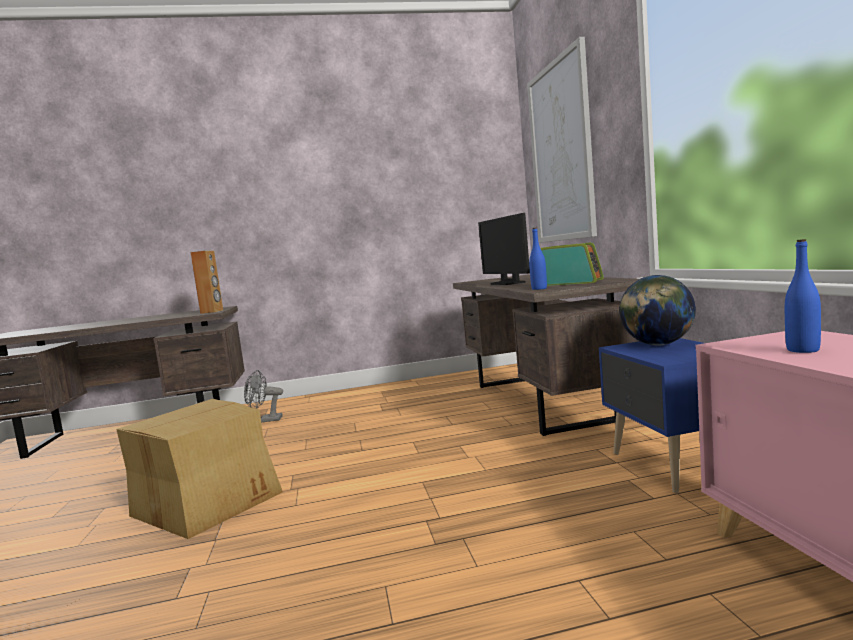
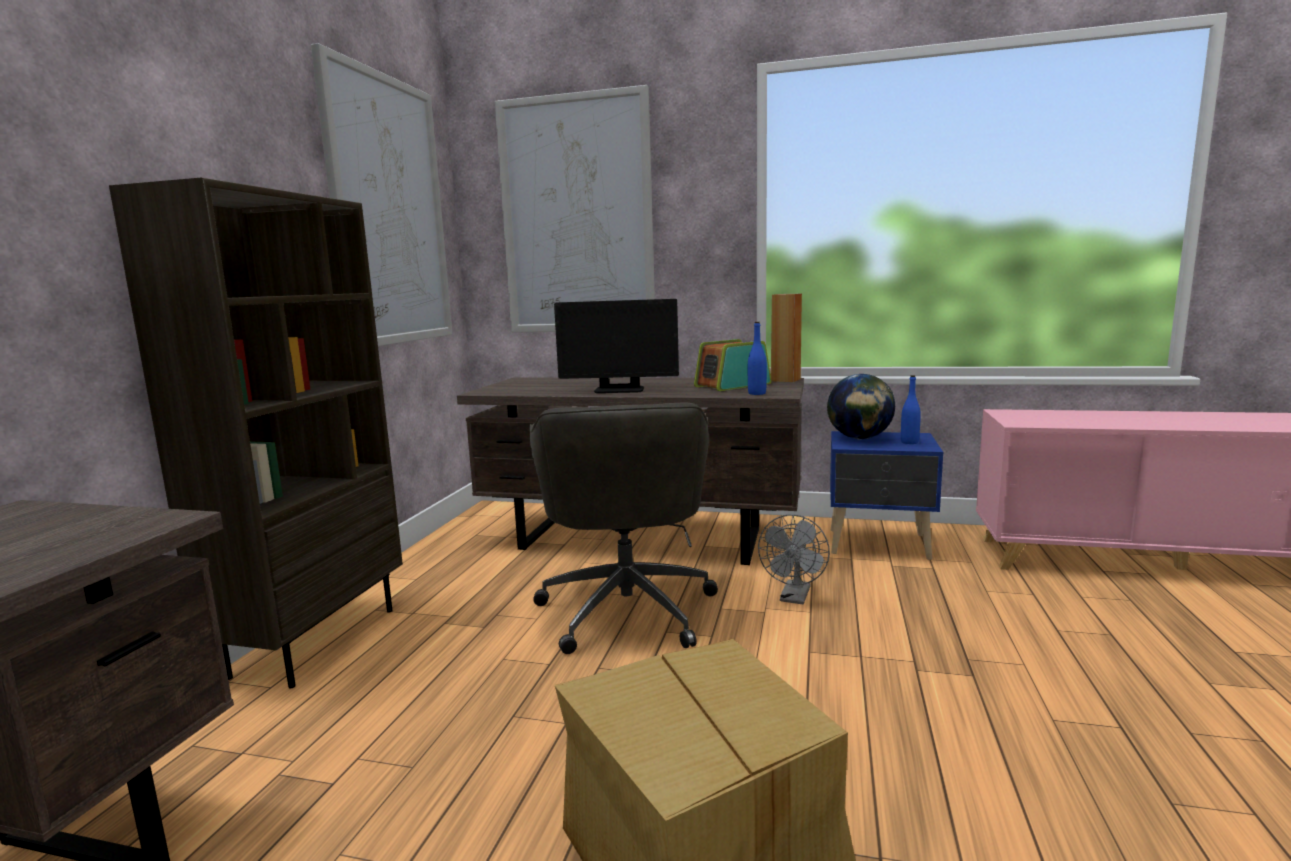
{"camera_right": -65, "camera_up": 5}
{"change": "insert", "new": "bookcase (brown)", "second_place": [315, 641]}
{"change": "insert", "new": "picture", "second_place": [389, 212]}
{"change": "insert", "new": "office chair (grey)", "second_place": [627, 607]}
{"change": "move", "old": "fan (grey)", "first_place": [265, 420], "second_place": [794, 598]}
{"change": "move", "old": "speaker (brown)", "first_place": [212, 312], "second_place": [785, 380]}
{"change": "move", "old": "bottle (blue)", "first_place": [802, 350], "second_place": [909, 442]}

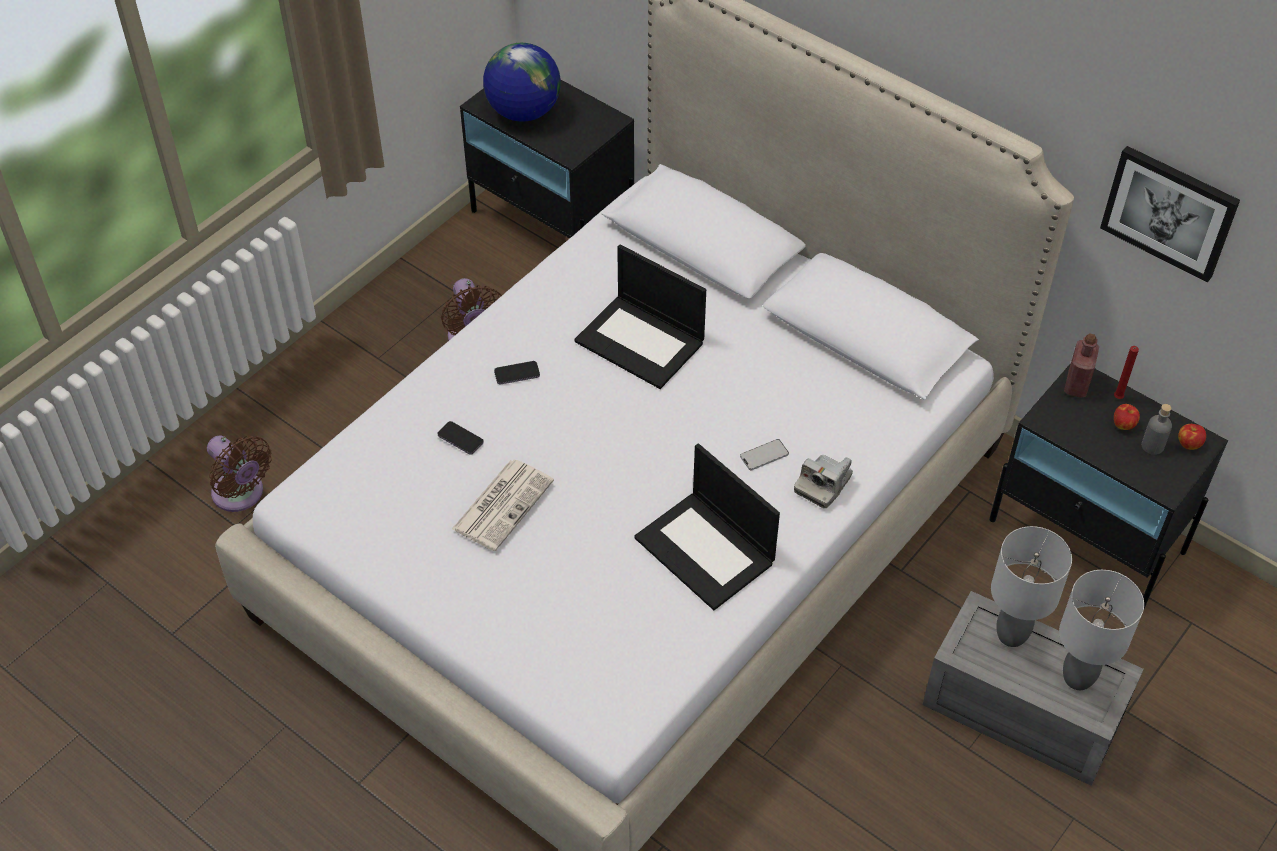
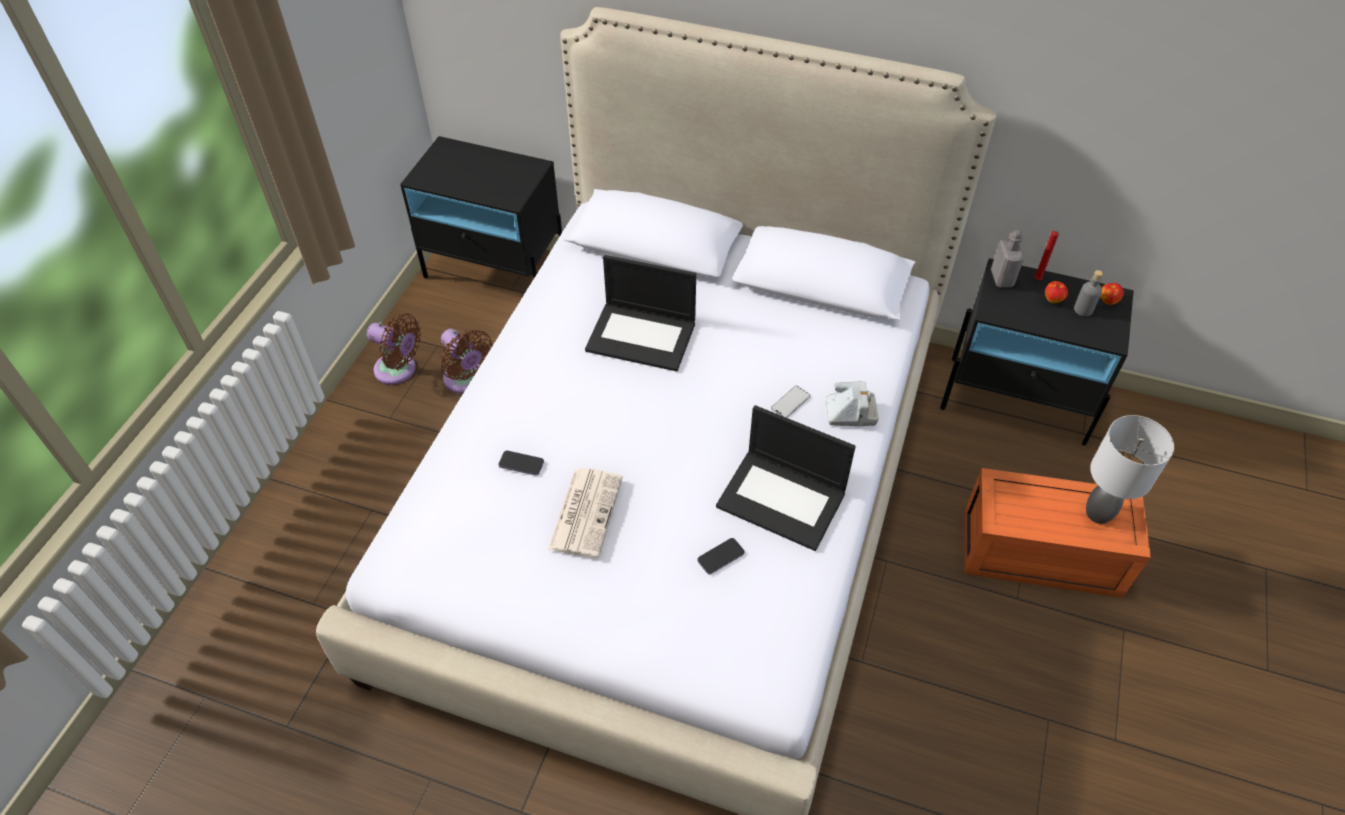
{"camera_right": -20, "camera_up": 0}
{"change": "move", "old": "fan (brown)", "first_place": [241, 495], "second_place": [399, 370]}
{"change": "move", "old": "phone", "first_place": [517, 374], "second_place": [720, 557]}
{"change": "rotate", "old": "photo camera", "first_place": [823, 484], "second_place": [850, 413], "degrees": -105}
{"change": "recolor", "old": "storage box (grey)", "new": "storage box (orange)", "first_place": [1019, 711], "second_place": [1039, 554]}
{"change": "recolor", "old": "bottle (red)", "new": "bottle (grey)", "first_place": [1076, 385], "second_place": [1002, 278]}
{"change": "delete", "old": "globe", "first_place": [523, 112]}
{"change": "delete", "old": "table lamp (grey)", "first_place": [1012, 636]}
{"change": "delete", "old": "picture", "first_place": [1169, 211]}

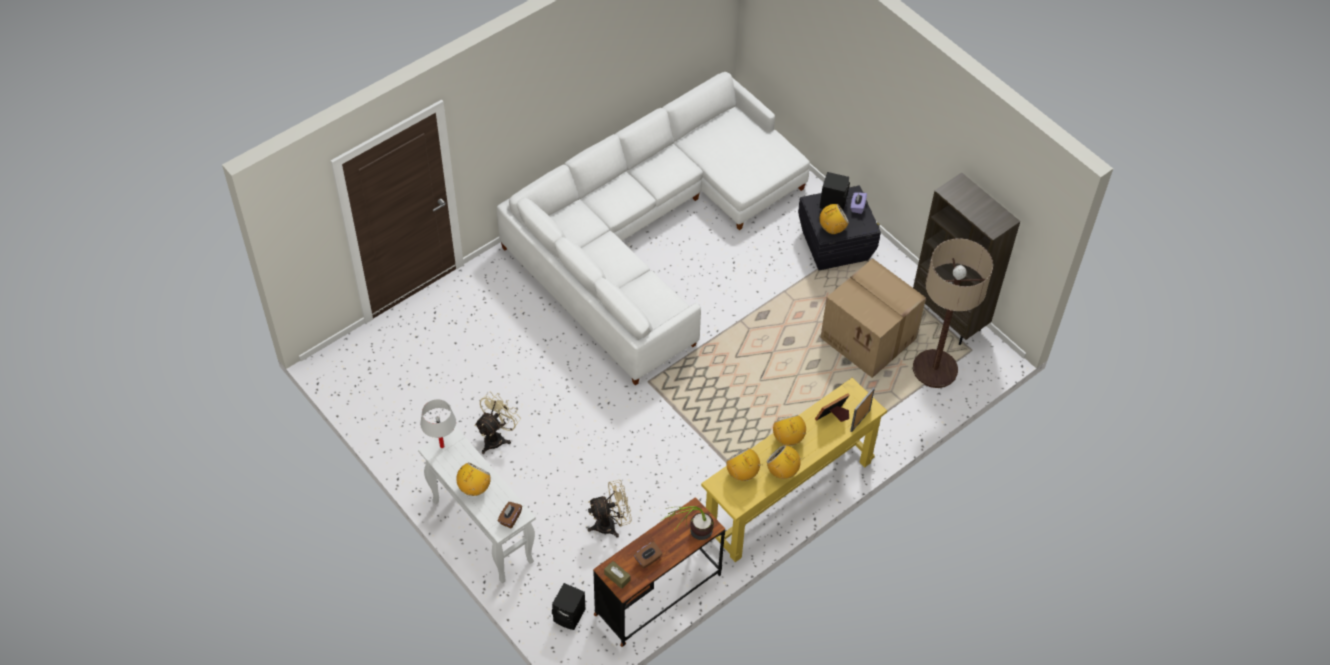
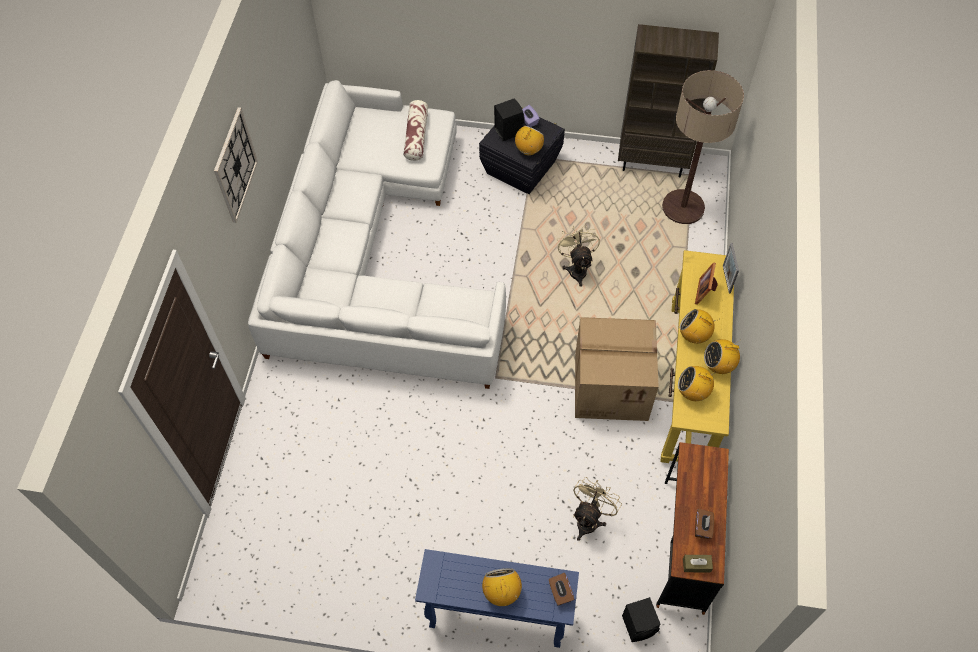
{"camera_right": -40, "camera_up": 5}
{"change": "insert", "new": "wall clock", "second_place": [235, 165]}
{"change": "insert", "new": "pillow", "second_place": [416, 136]}
{"change": "recolor", "old": "console table (white)", "new": "console table (blue)", "first_place": [481, 531], "second_place": [496, 616]}
{"change": "move", "old": "fan (beige)", "first_place": [497, 437], "second_place": [577, 268]}
{"change": "move", "old": "cardboard box", "first_place": [870, 338], "second_place": [612, 385]}
{"change": "delete", "old": "table lamp (white)", "first_place": [442, 446]}
{"change": "delete", "old": "potted plant", "first_place": [689, 537]}

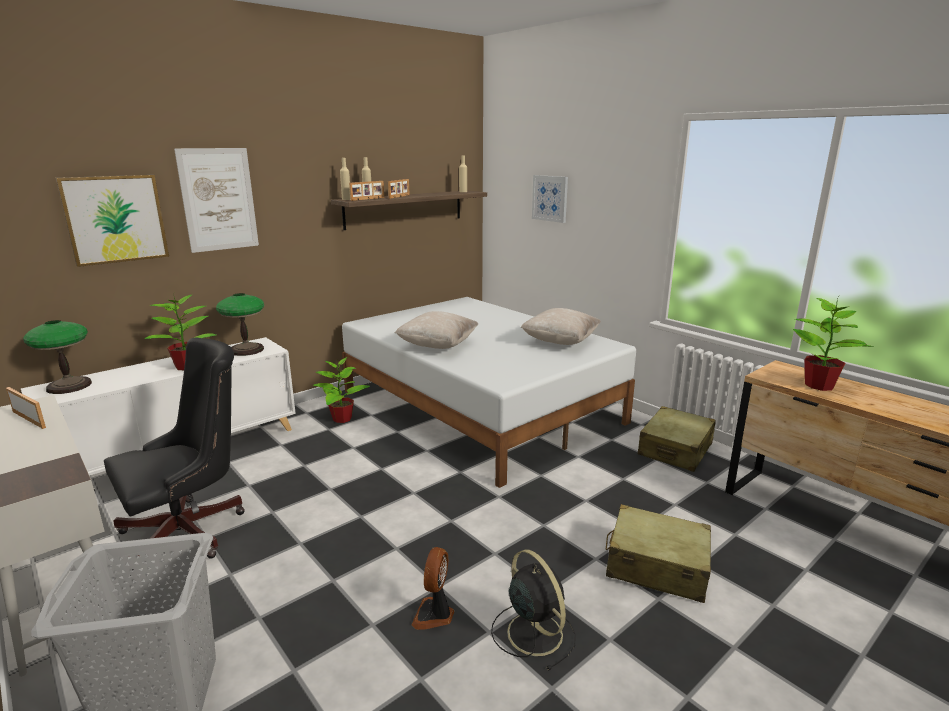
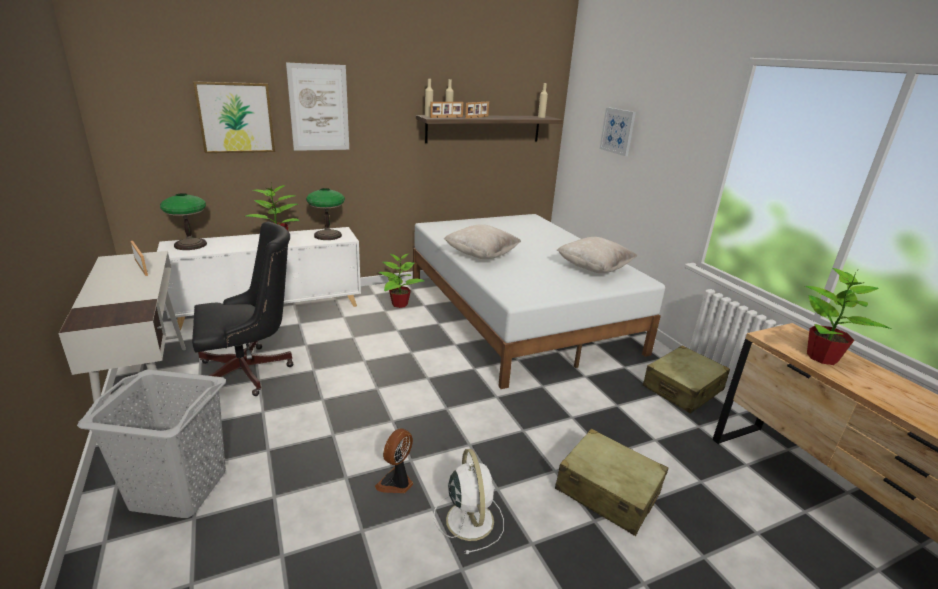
{"camera_right": 15, "camera_up": 5}
{"change": "recolor", "old": "fan (black)", "new": "fan (white)", "first_place": [533, 631], "second_place": [469, 518]}

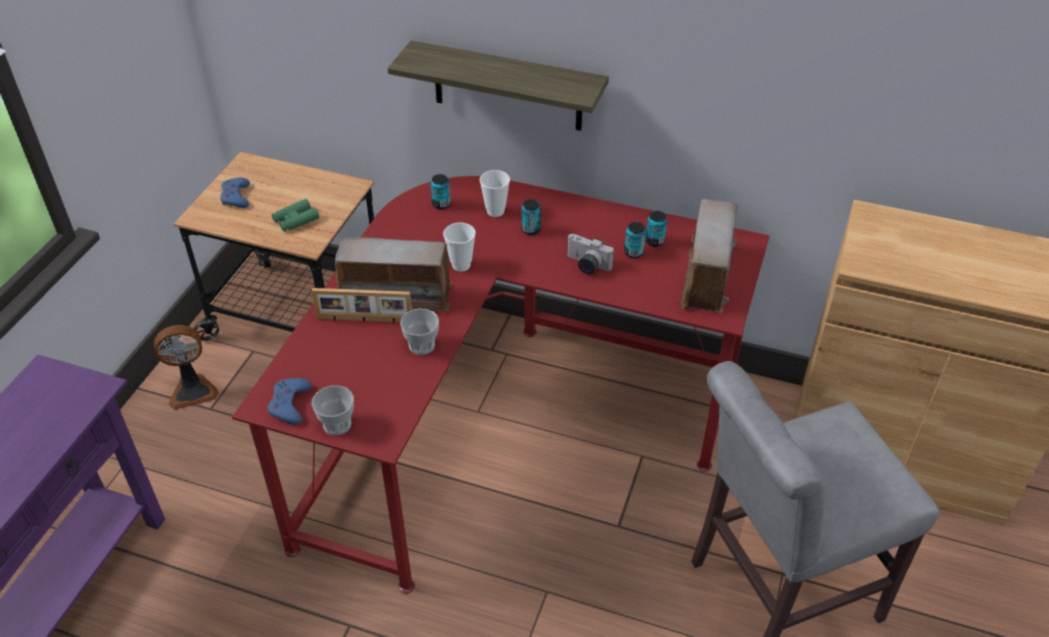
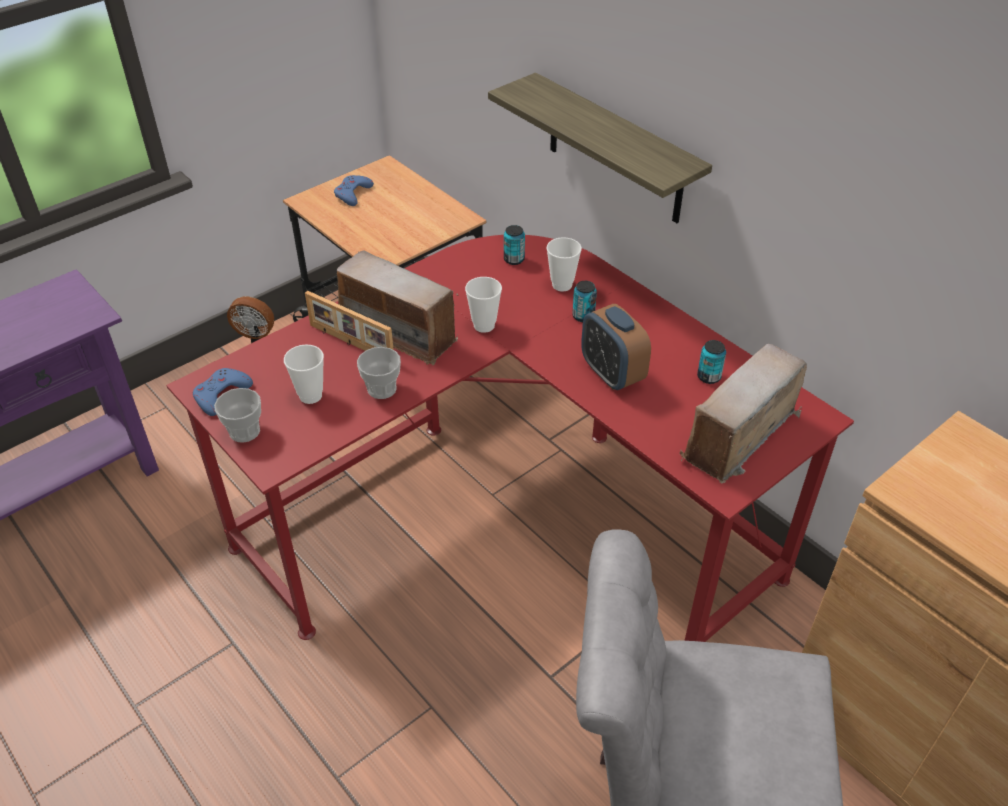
{"camera_right": 30, "camera_up": 0}
{"change": "insert", "new": "cup", "second_place": [310, 396]}
{"change": "replace", "old": "photo camera", "new": "alarm clock", "first_place": [586, 265], "second_place": [612, 374]}
{"change": "delete", "old": "binoculars (green)", "first_place": [295, 220]}
{"change": "delete", "old": "can", "first_place": [633, 253]}

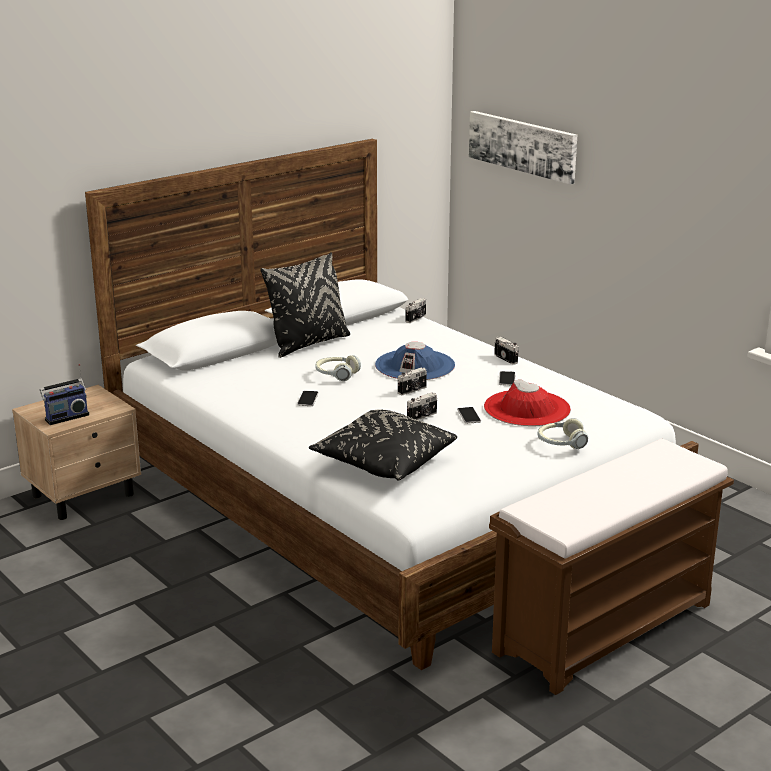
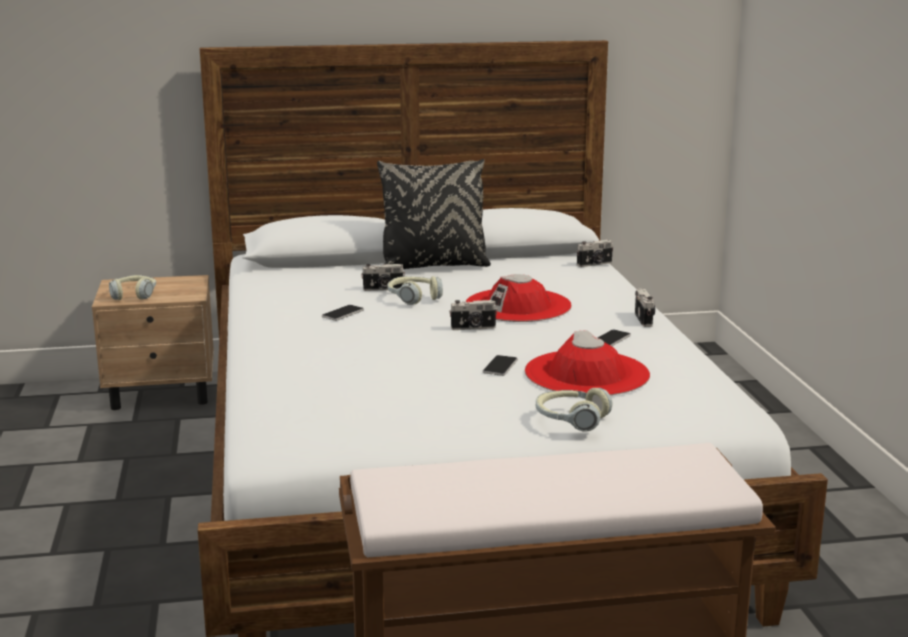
{"camera_right": 30, "camera_up": -5}
{"change": "replace", "old": "radio", "new": "headphones", "first_place": [66, 417], "second_place": [133, 295]}
{"change": "move", "old": "photo camera", "first_place": [422, 416], "second_place": [383, 289]}
{"change": "recolor", "old": "hat (blue)", "new": "hat (red)", "first_place": [415, 365], "second_place": [518, 306]}
{"change": "delete", "old": "pillow (black)", "first_place": [383, 462]}
{"change": "delete", "old": "picture", "first_place": [523, 146]}

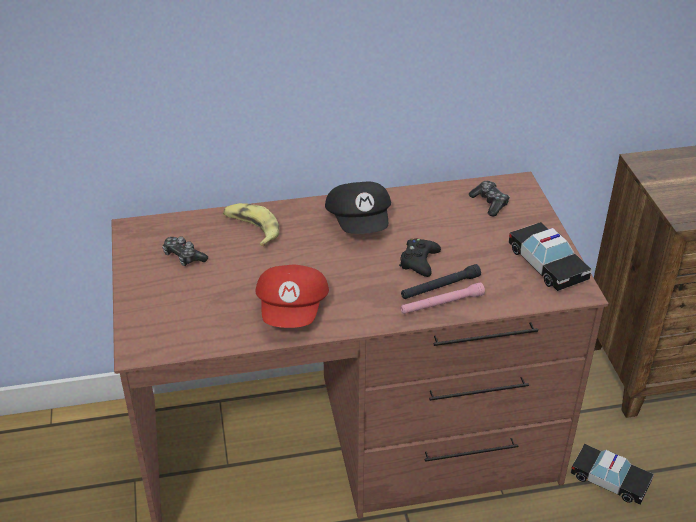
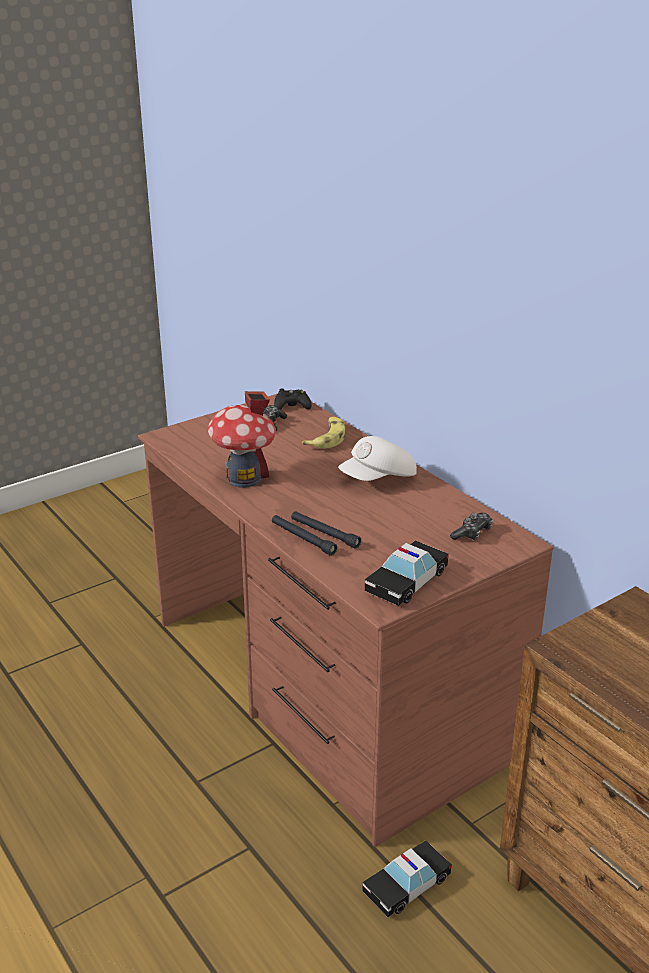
{"camera_right": 65, "camera_up": -10}
{"change": "replace", "old": "cap (red)", "new": "toy house", "first_place": [293, 310], "second_place": [244, 478]}
{"change": "recolor", "old": "flashlight (pink)", "new": "flashlight (black)", "first_place": [442, 304], "second_place": [303, 539]}
{"change": "move", "old": "game controller (black)", "first_place": [419, 262], "second_place": [292, 406]}
{"change": "recolor", "old": "cap (black)", "new": "cap (white)", "first_place": [360, 222], "second_place": [378, 479]}
{"change": "rotate", "old": "toy car", "first_place": [610, 480], "second_place": [406, 885], "degrees": 45}

